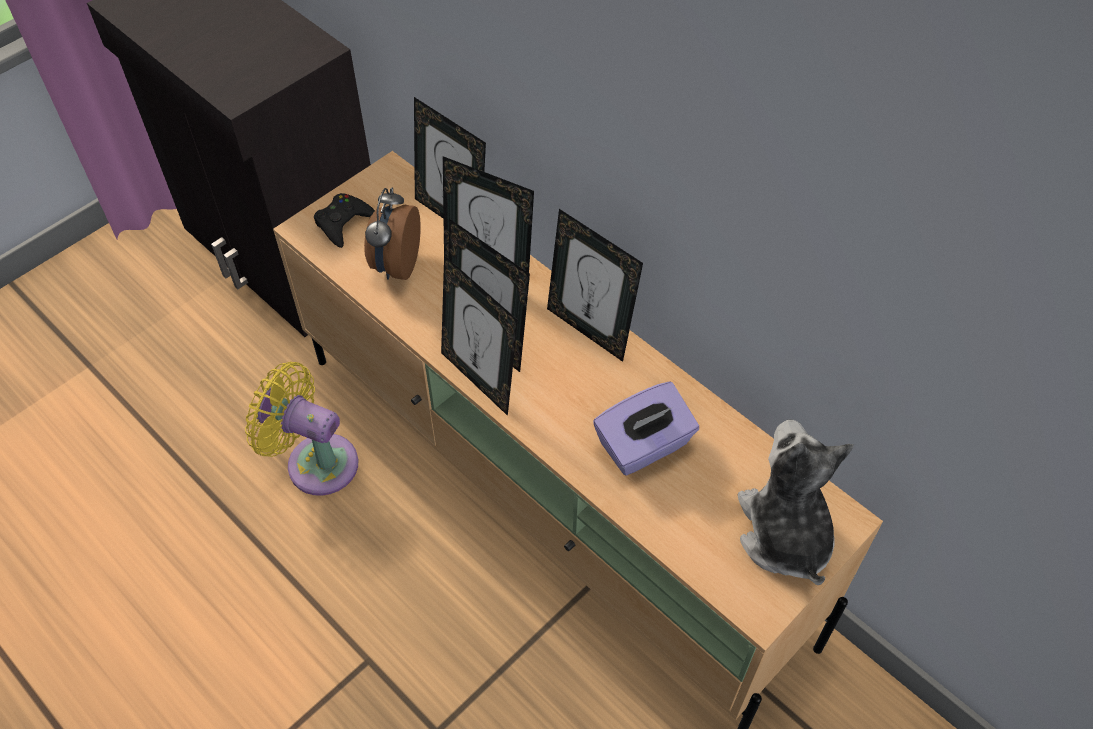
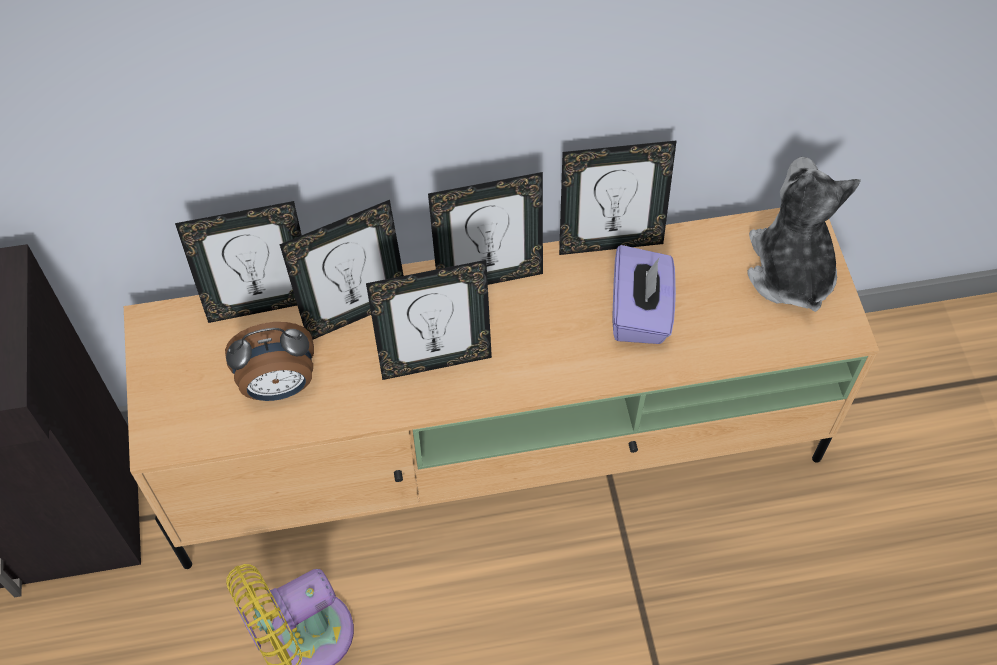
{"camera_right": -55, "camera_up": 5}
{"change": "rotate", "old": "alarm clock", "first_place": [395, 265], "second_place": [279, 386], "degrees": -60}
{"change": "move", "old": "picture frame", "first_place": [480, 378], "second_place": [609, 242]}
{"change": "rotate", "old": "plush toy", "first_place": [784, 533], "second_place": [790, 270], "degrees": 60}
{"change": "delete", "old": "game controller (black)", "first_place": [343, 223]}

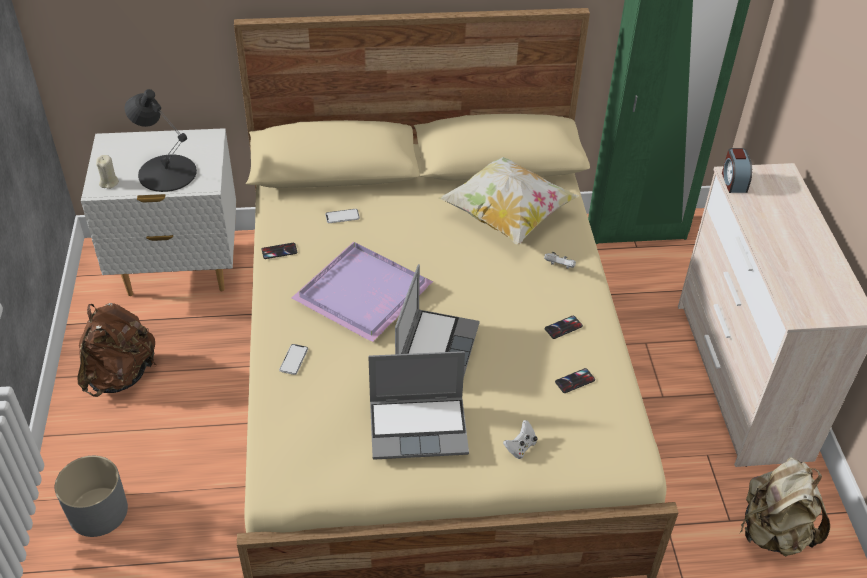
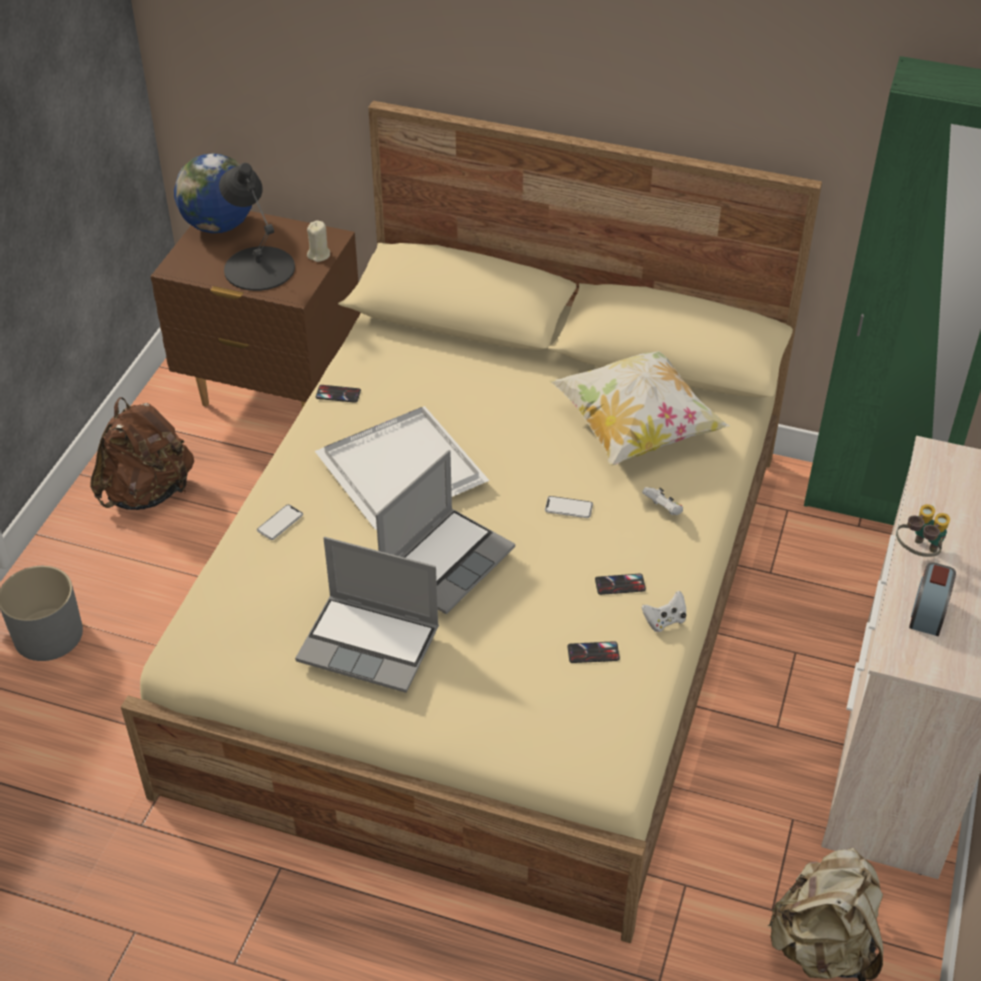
{"camera_right": 25, "camera_up": 0}
{"change": "recolor", "old": "nightstand (white)", "new": "nightstand (brown)", "first_place": [179, 270], "second_place": [272, 391]}
{"change": "insert", "new": "globe", "second_place": [219, 226]}
{"change": "move", "old": "candle (beige)", "first_place": [109, 182], "second_place": [319, 255]}
{"change": "recolor", "old": "tray (purple)", "new": "tray (white)", "first_place": [363, 295], "second_place": [400, 472]}
{"change": "move", "old": "phone", "first_place": [342, 216], "second_place": [568, 508]}
{"change": "move", "old": "game controller (white)", "first_place": [520, 447], "second_place": [664, 621]}
{"change": "insert", "new": "binoculars", "second_place": [918, 553]}
{"change": "move", "old": "alarm clock", "first_place": [733, 181], "second_place": [927, 613]}

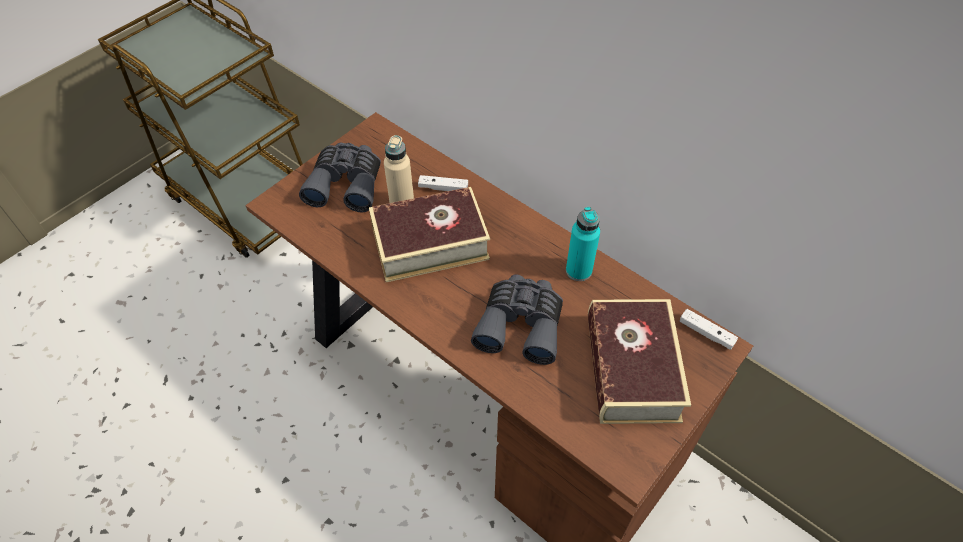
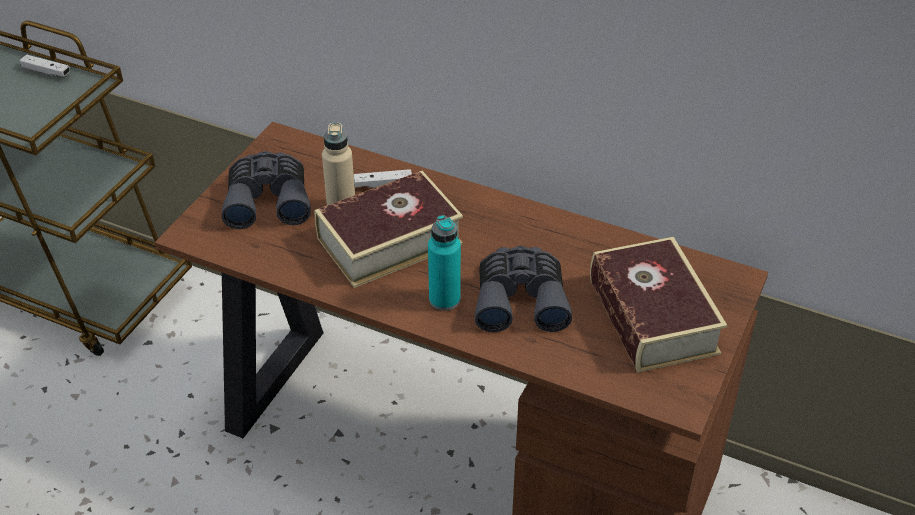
{"camera_right": -15, "camera_up": -10}
{"change": "move", "old": "game controller (white)", "first_place": [706, 333], "second_place": [46, 72]}
{"change": "move", "old": "bottle (turquoise)", "first_place": [578, 270], "second_place": [444, 299]}

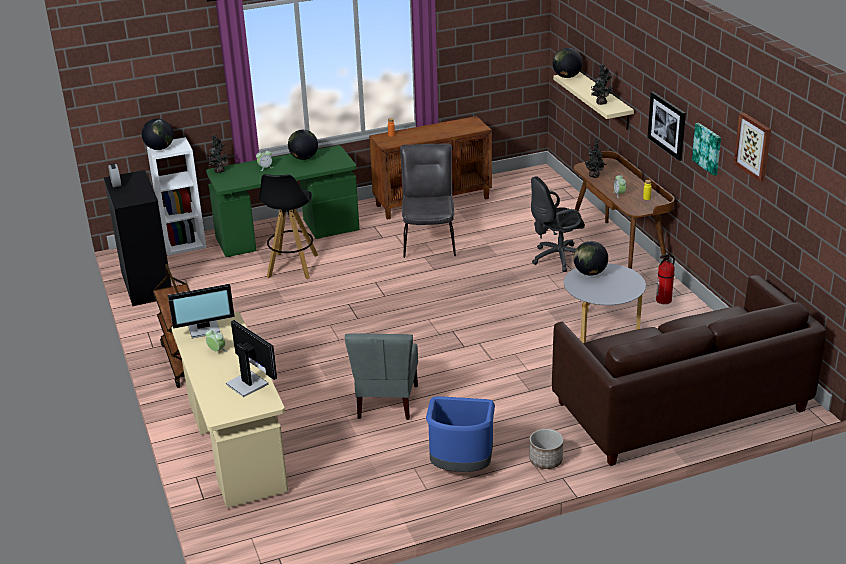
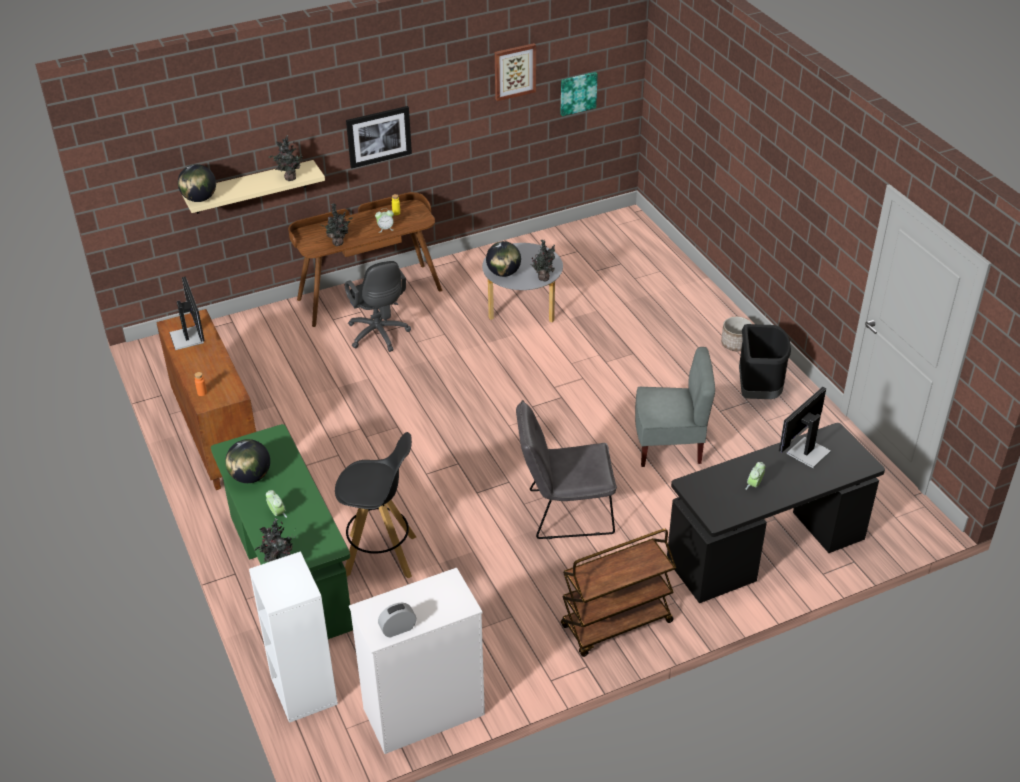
{"camera_right": -95, "camera_up": 10}
{"change": "move", "old": "monitor", "first_place": [204, 329], "second_place": [188, 337]}
{"change": "recolor", "old": "dresser (black)", "new": "dresser (white)", "first_place": [146, 284], "second_place": [422, 712]}
{"change": "move", "old": "chair (grey)", "first_place": [429, 241], "second_place": [564, 512]}
{"change": "insert", "new": "potted plant", "second_place": [544, 277]}
{"change": "move", "old": "picture", "first_place": [708, 148], "second_place": [577, 93]}
{"change": "recolor", "old": "desk (beige)", "new": "desk (black)", "first_place": [235, 446], "second_place": [766, 551]}
{"change": "recolor", "old": "trash can (blue)", "new": "trash can (black)", "first_place": [461, 467], "second_place": [758, 392]}
{"change": "delete", "old": "globe", "first_place": [159, 148]}
{"change": "delete", "old": "sofa (brown)", "first_place": [680, 407]}
{"change": "delete", "old": "fire extinguisher", "first_place": [663, 300]}

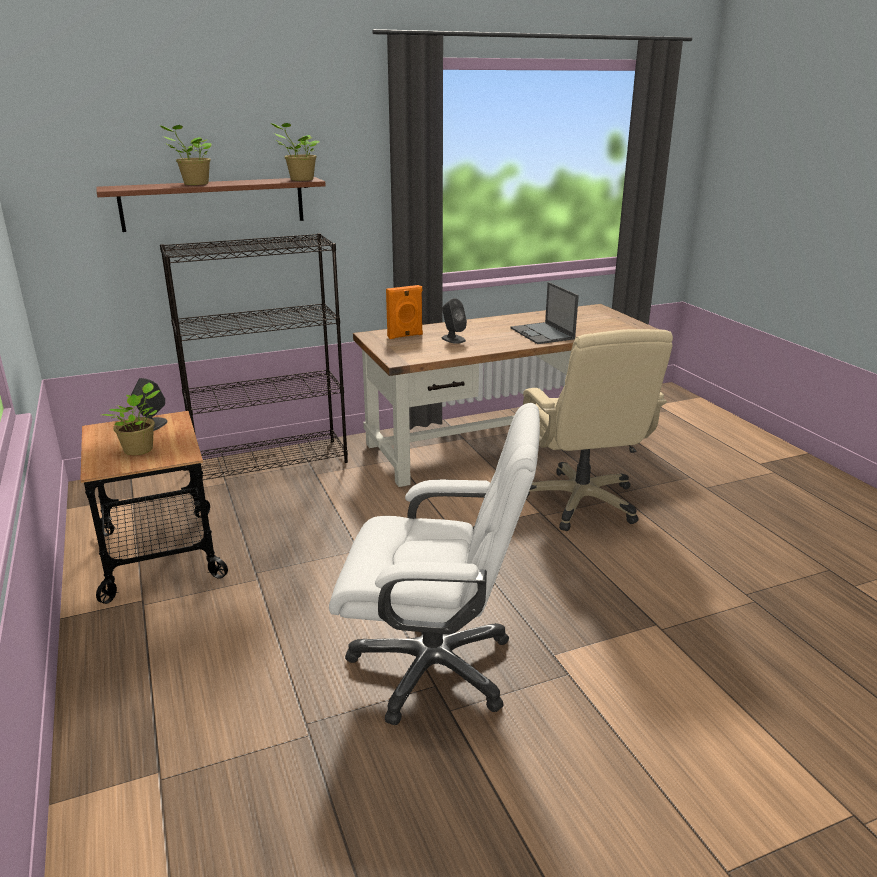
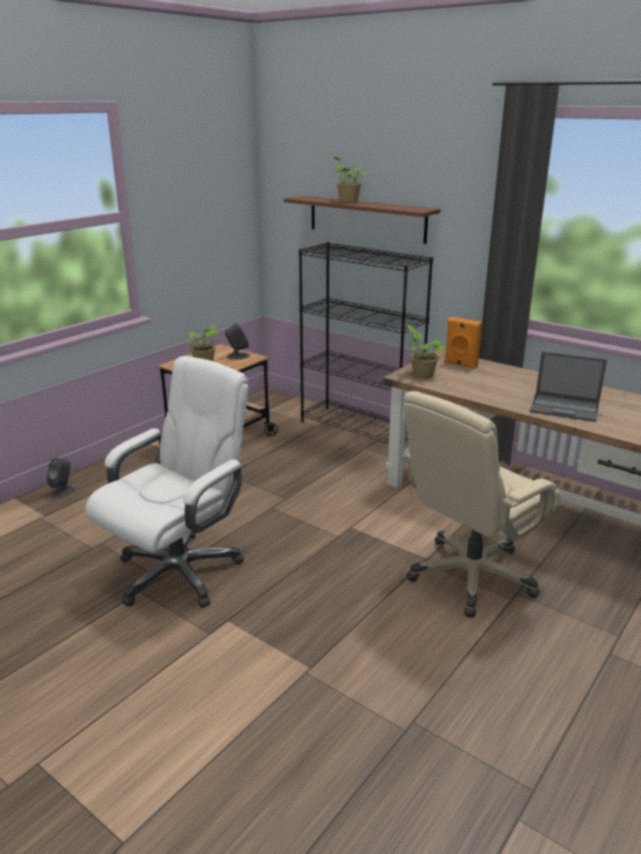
{"camera_right": 60, "camera_up": 0}
{"change": "move", "old": "speaker (grey)", "first_place": [453, 339], "second_place": [63, 491]}
{"change": "rotate", "old": "office chair (white)", "first_place": [434, 666], "second_place": [179, 571], "degrees": -120}
{"change": "move", "old": "potted plant", "first_place": [300, 179], "second_place": [421, 375]}
{"change": "rotate", "old": "laptop", "first_place": [542, 334], "second_place": [565, 408], "degrees": -105}

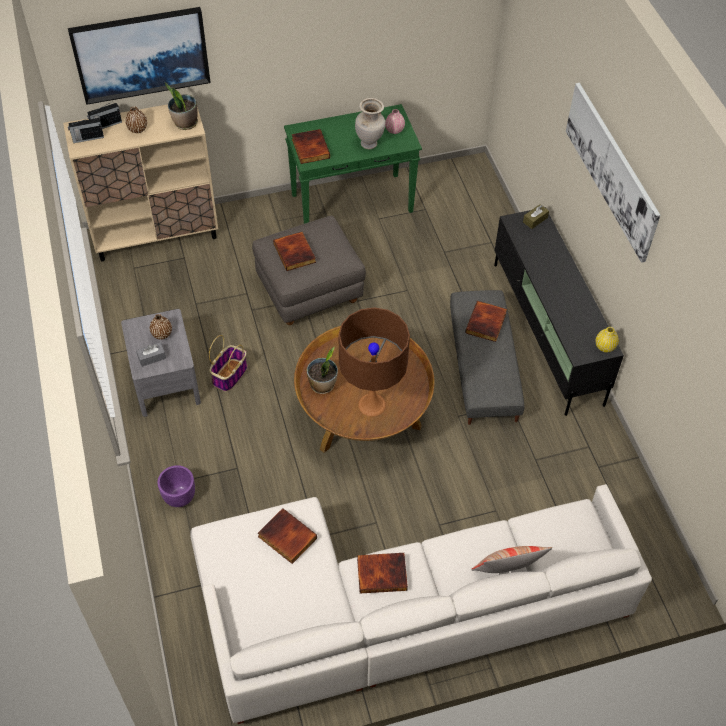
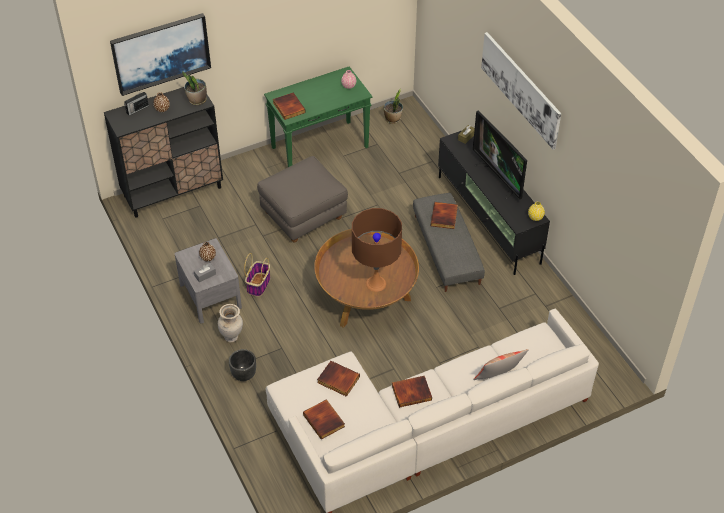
{"camera_right": -10, "camera_up": -5}
{"change": "recolor", "old": "cabinet (beige)", "new": "cabinet (black)", "first_place": [156, 234], "second_place": [173, 191]}
{"change": "move", "old": "vase (beige)", "first_place": [369, 144], "second_place": [232, 337]}
{"change": "recolor", "old": "planter (purple)", "new": "planter (black)", "first_place": [179, 497], "second_place": [243, 375]}
{"change": "move", "old": "book", "first_place": [295, 253], "second_place": [324, 420]}
{"change": "move", "old": "potted plant", "first_place": [322, 385], "second_place": [393, 119]}
{"change": "insert", "new": "television", "second_place": [499, 178]}
{"change": "delete", "old": "radio", "first_place": [87, 138]}

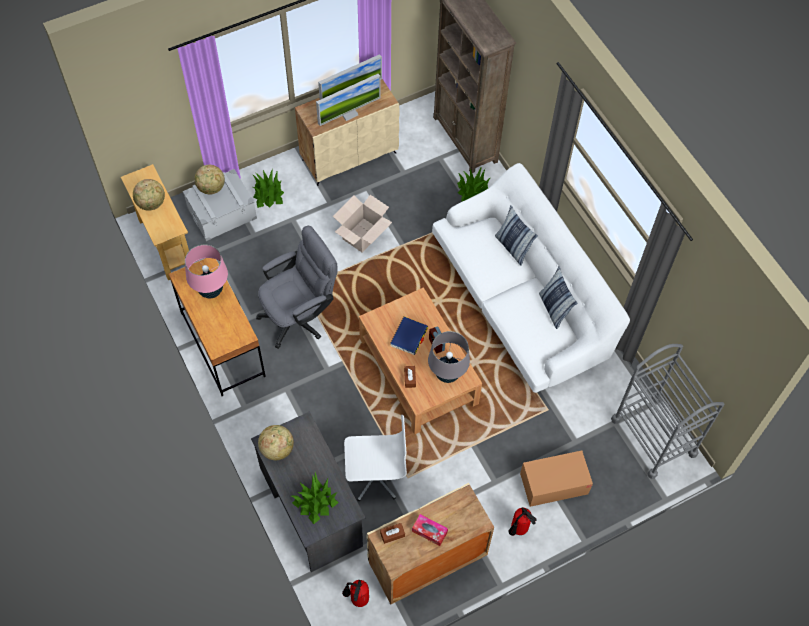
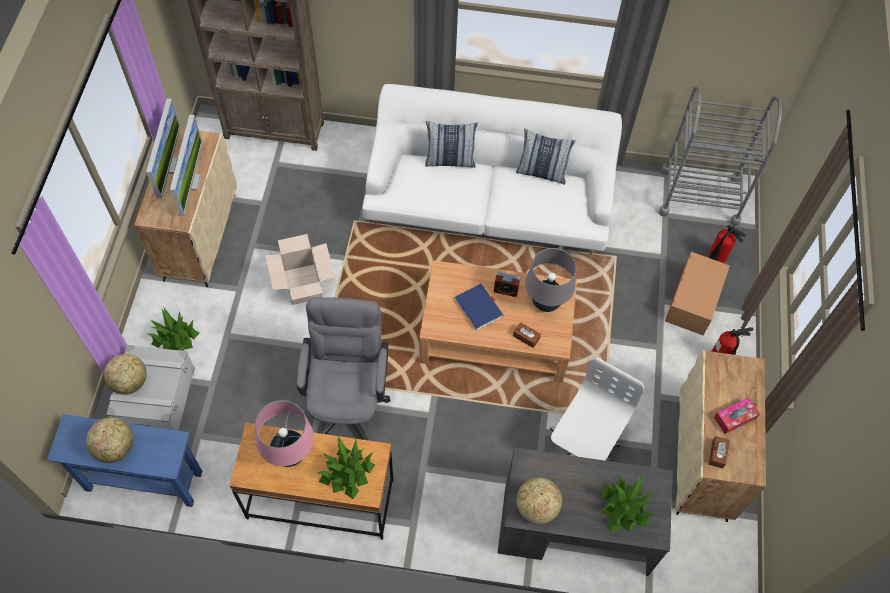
{"camera_right": -55, "camera_up": 0}
{"change": "recolor", "old": "console table (beige)", "new": "console table (blue)", "first_place": [166, 244], "second_place": [144, 481]}
{"change": "move", "old": "potted plant", "first_place": [473, 191], "second_place": [347, 471]}
{"change": "move", "old": "fire extinguisher", "first_place": [357, 599], "second_place": [715, 260]}

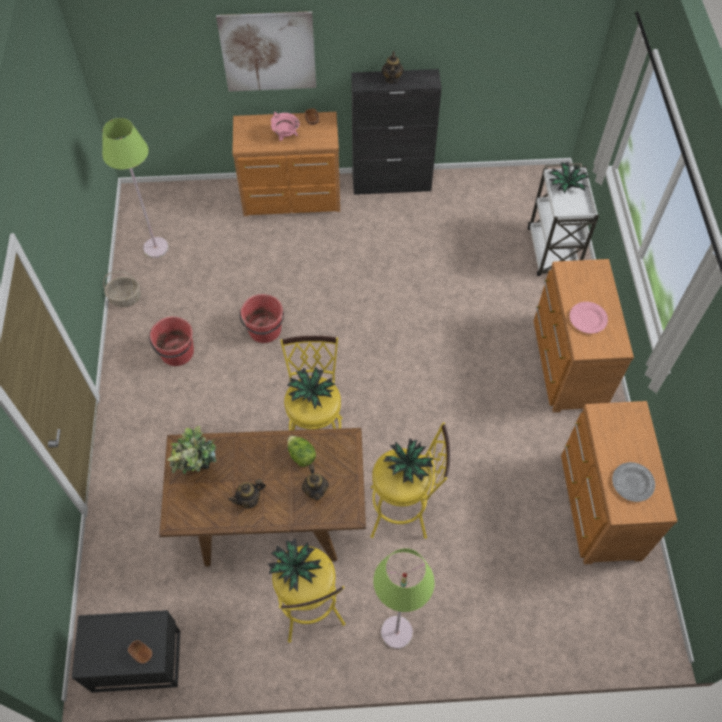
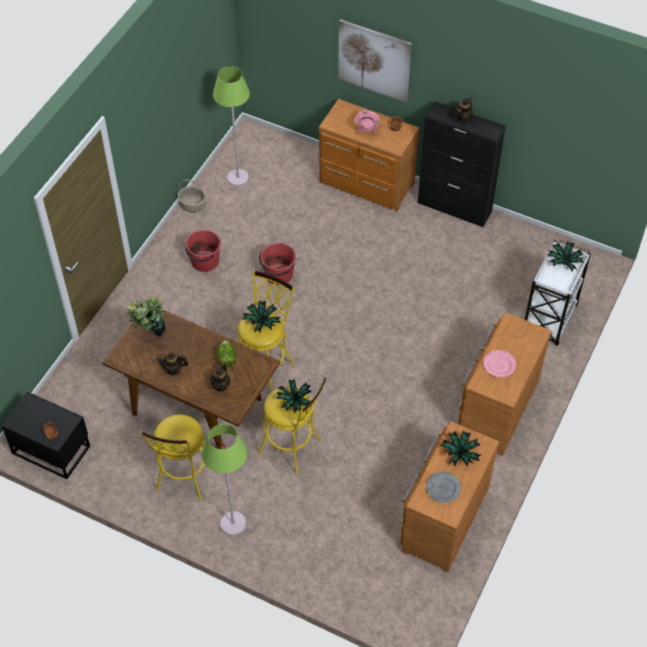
{"camera_right": 30, "camera_up": -5}
{"change": "move", "old": "potted plant", "first_place": [295, 568], "second_place": [460, 453]}

